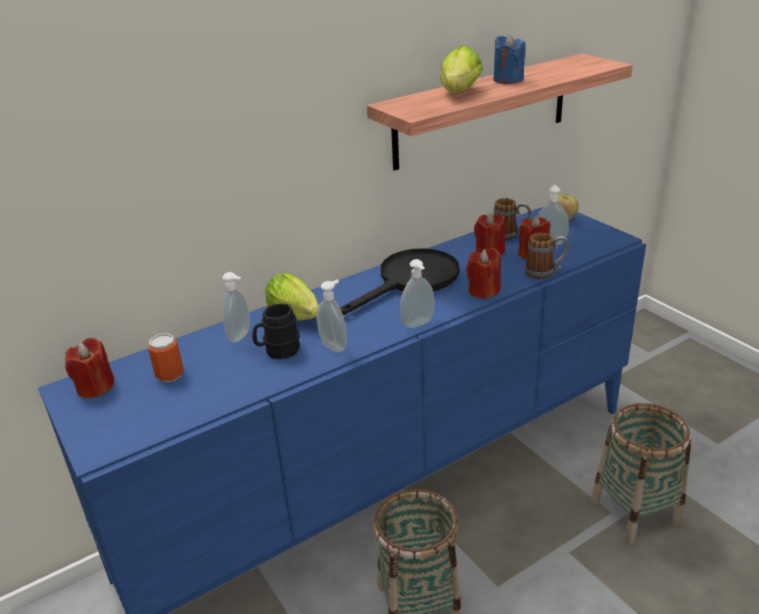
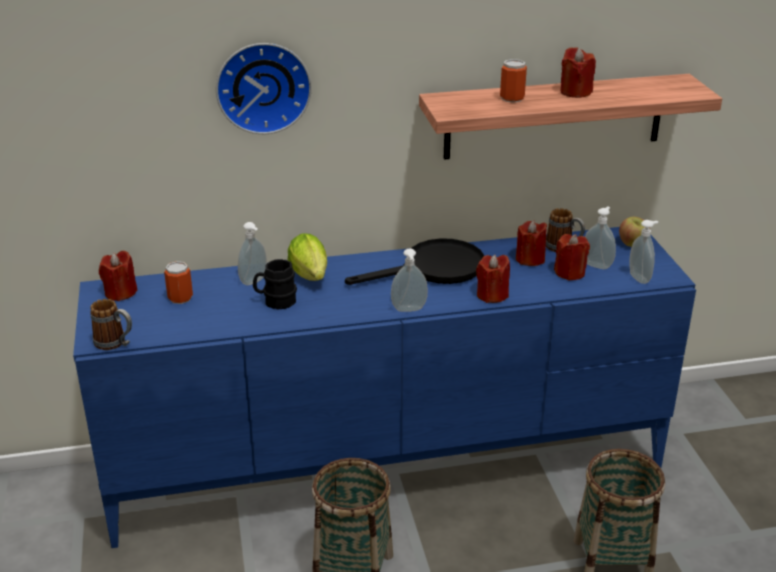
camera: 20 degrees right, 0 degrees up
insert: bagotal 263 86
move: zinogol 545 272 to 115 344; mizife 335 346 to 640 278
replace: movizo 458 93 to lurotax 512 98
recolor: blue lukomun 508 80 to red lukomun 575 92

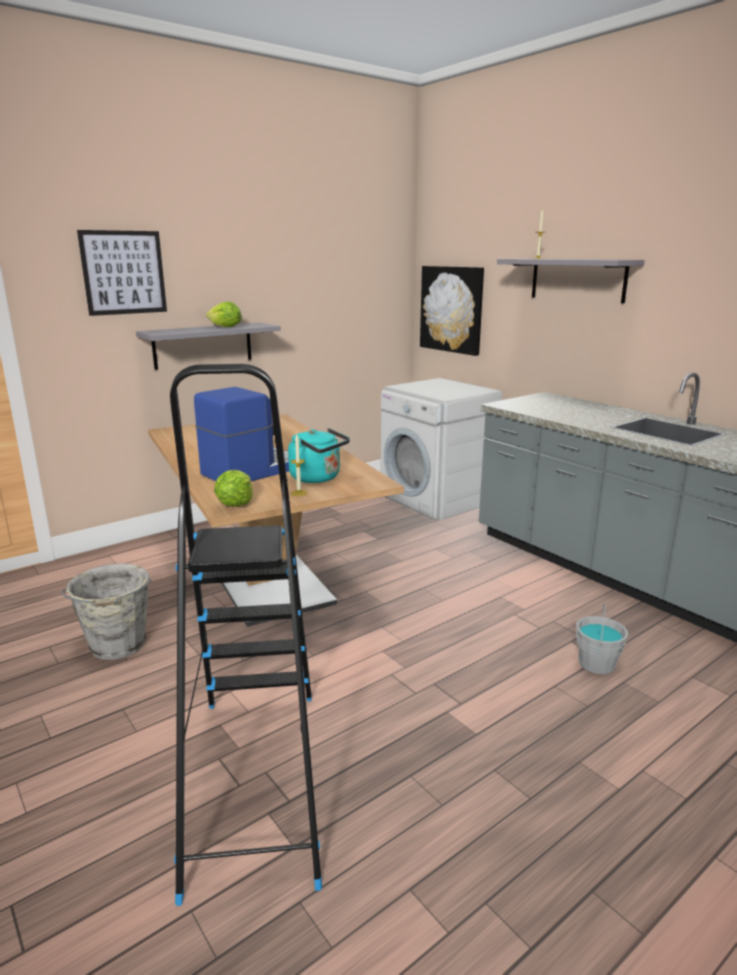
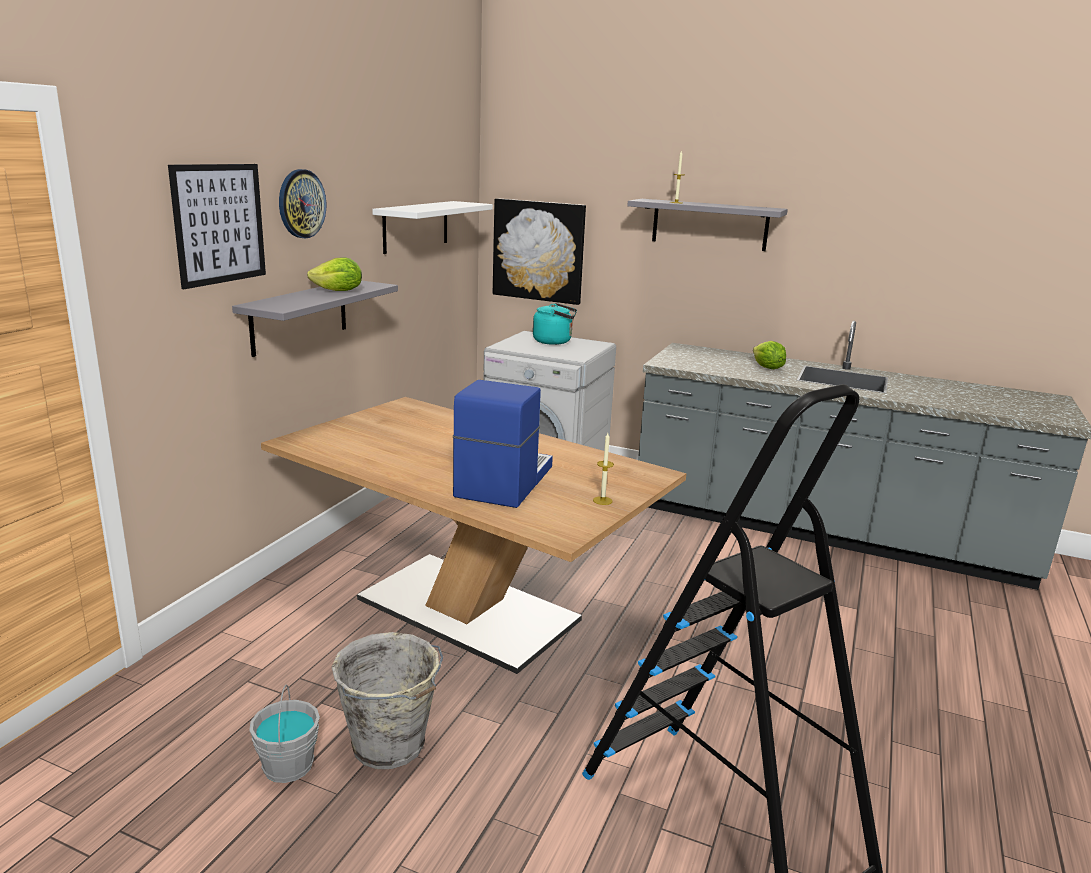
camera: 30 degrees left, 0 degrees up
insert: bagotal 301 204; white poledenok 416 226
move: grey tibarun 597 663 to 289 765; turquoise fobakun 318 478 to 555 341; movizo 236 504 to 767 368

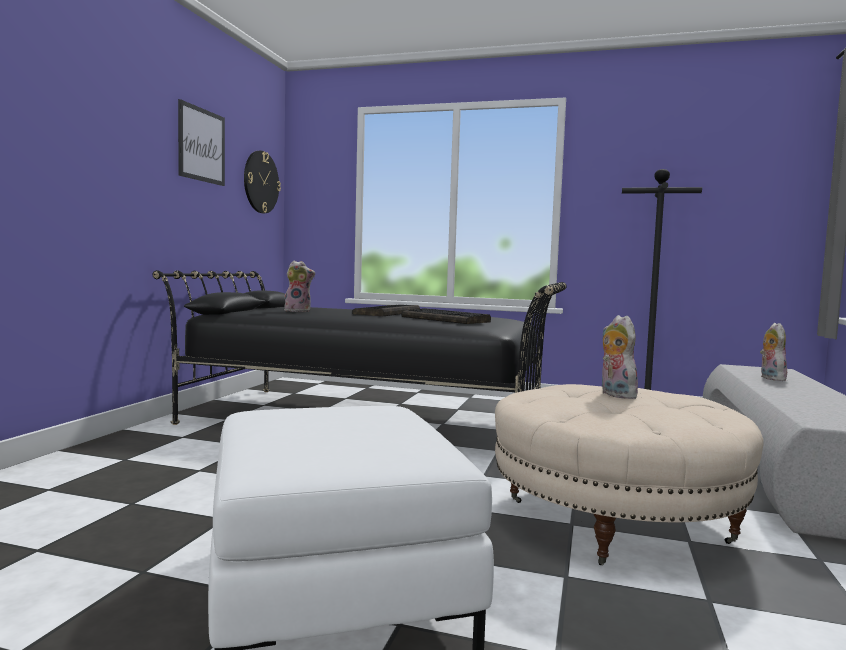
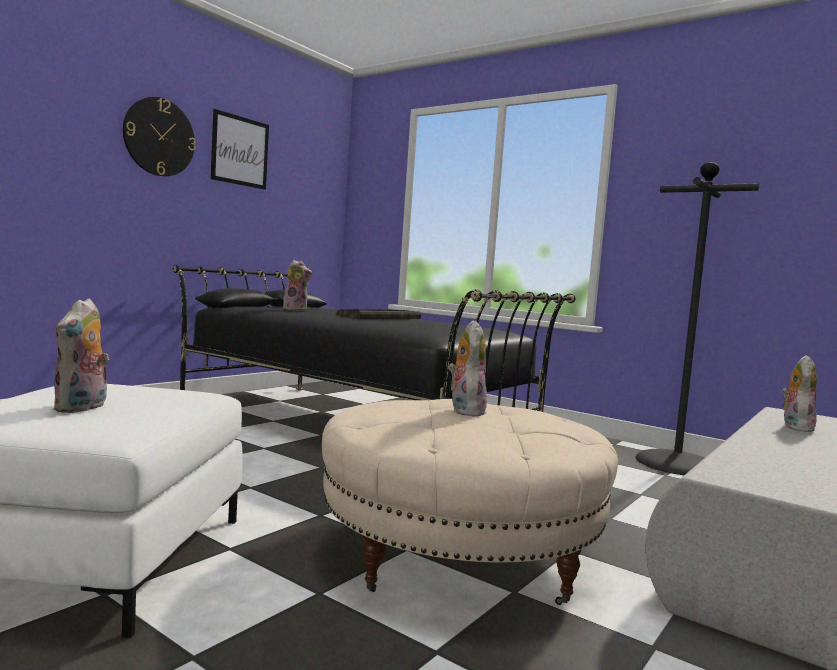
camera: 20 degrees right, 0 degrees up
delete: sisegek 446 319
insert: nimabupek 82 408
move: bagotal 261 182 to 159 137

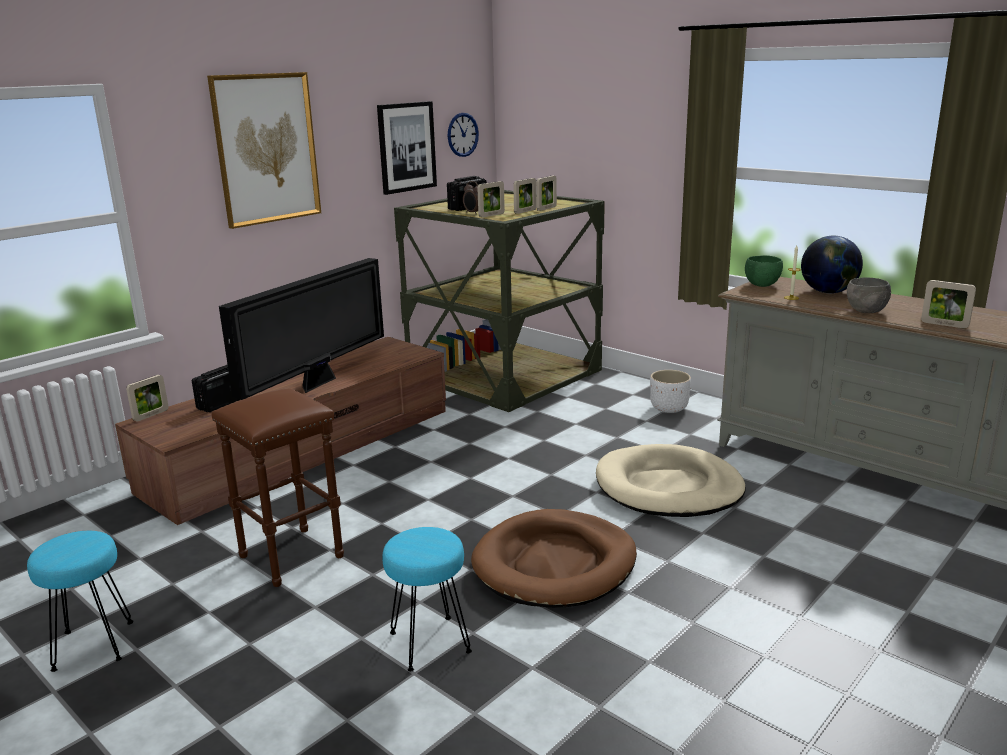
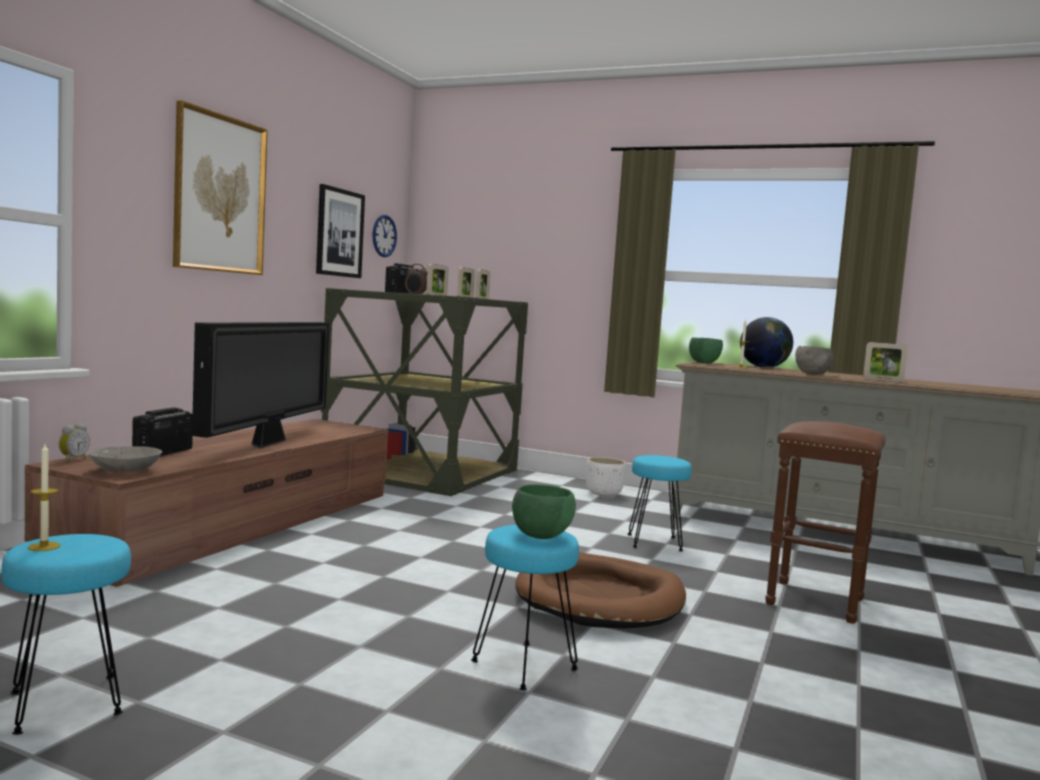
camera: 20 degrees left, 15 degrees down
insert: lukomun 44 546; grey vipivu 127 470; green vipivu 541 536
move: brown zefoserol 292 554 to 813 600
replace: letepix 151 415 to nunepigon 72 459; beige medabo 668 487 to turquoise zefoserol 655 543

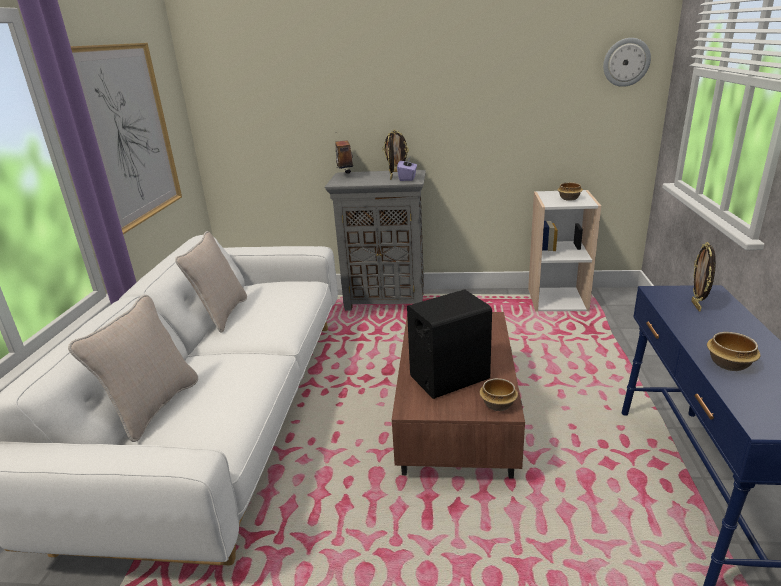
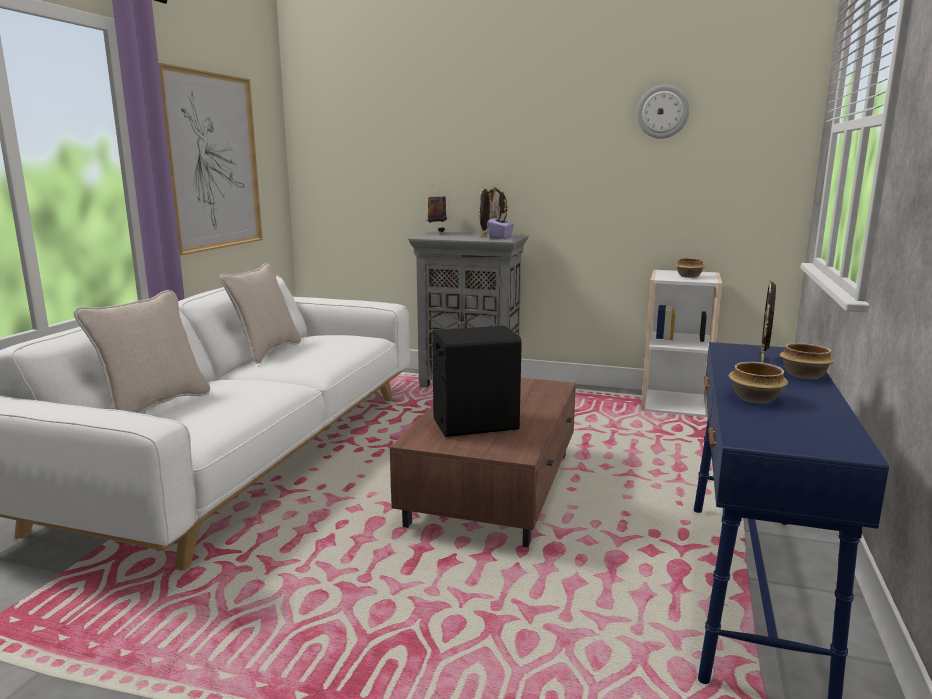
camera: 10 degrees right, 10 degrees down
move: bagotal 626 62 to 663 112; vipivu 497 405 to 803 375

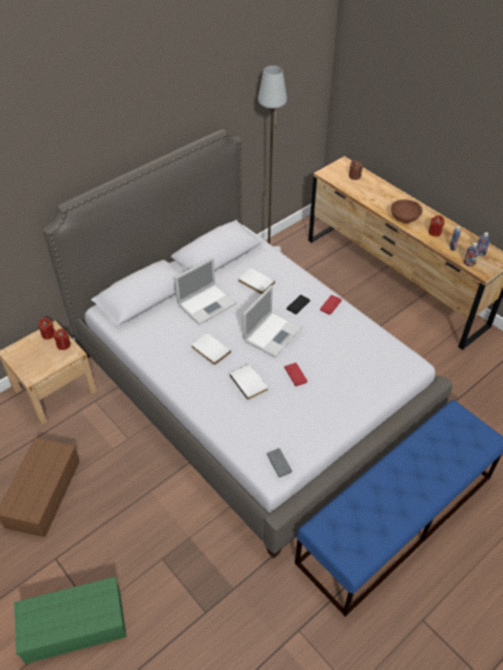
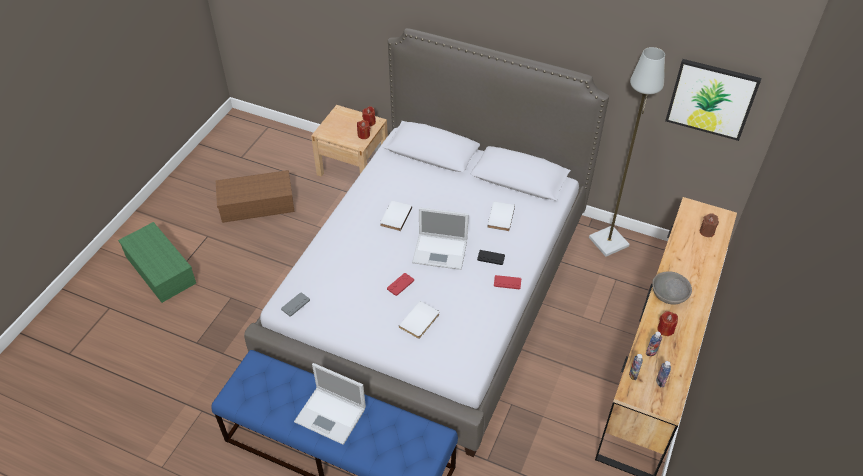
camera: 65 degrees right, 0 degrees up
insert: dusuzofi 711 99
move: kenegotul 207 303 to 331 415; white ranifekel 250 382 to 420 321
recolor: brown vipivu 404 218 to grey vipivu 669 295

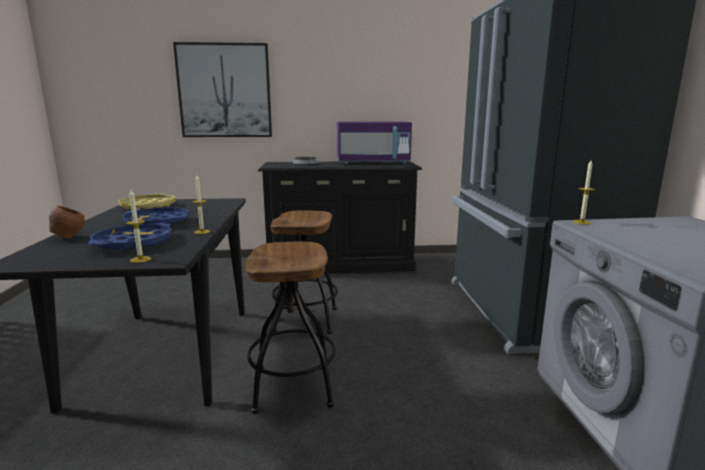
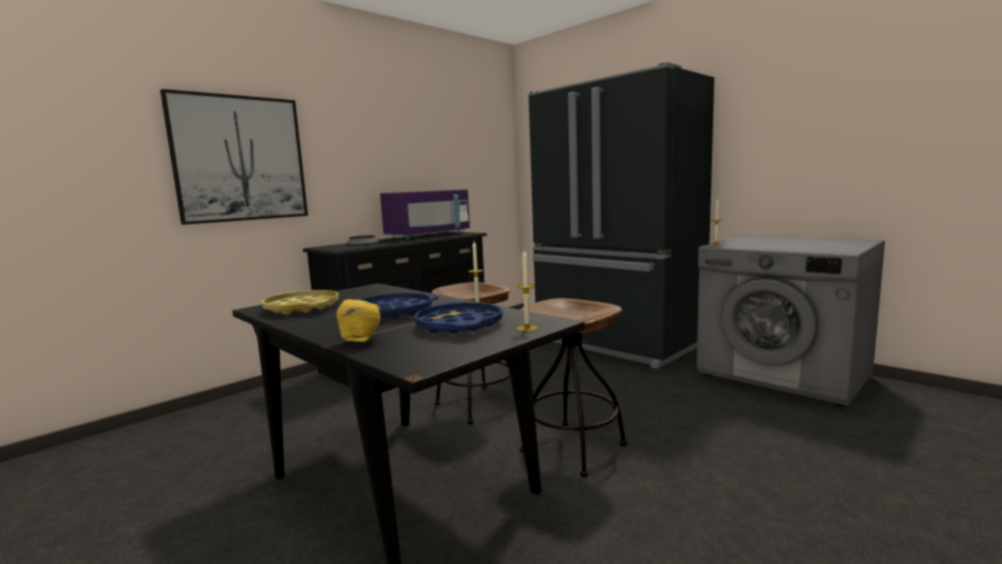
camera: 40 degrees left, 5 degrees down
recolor: brown vipivu 69 237 to yellow vipivu 360 341

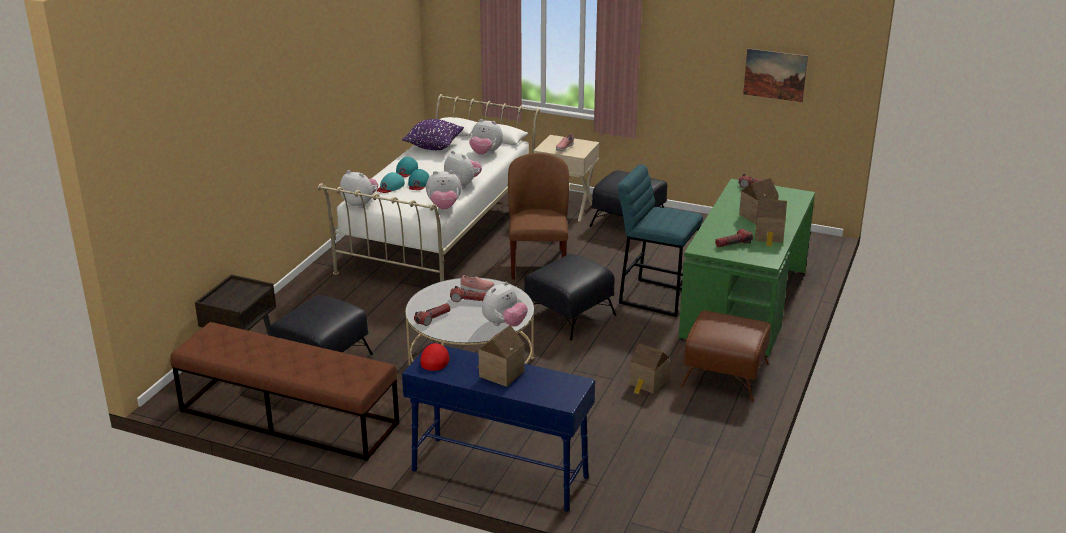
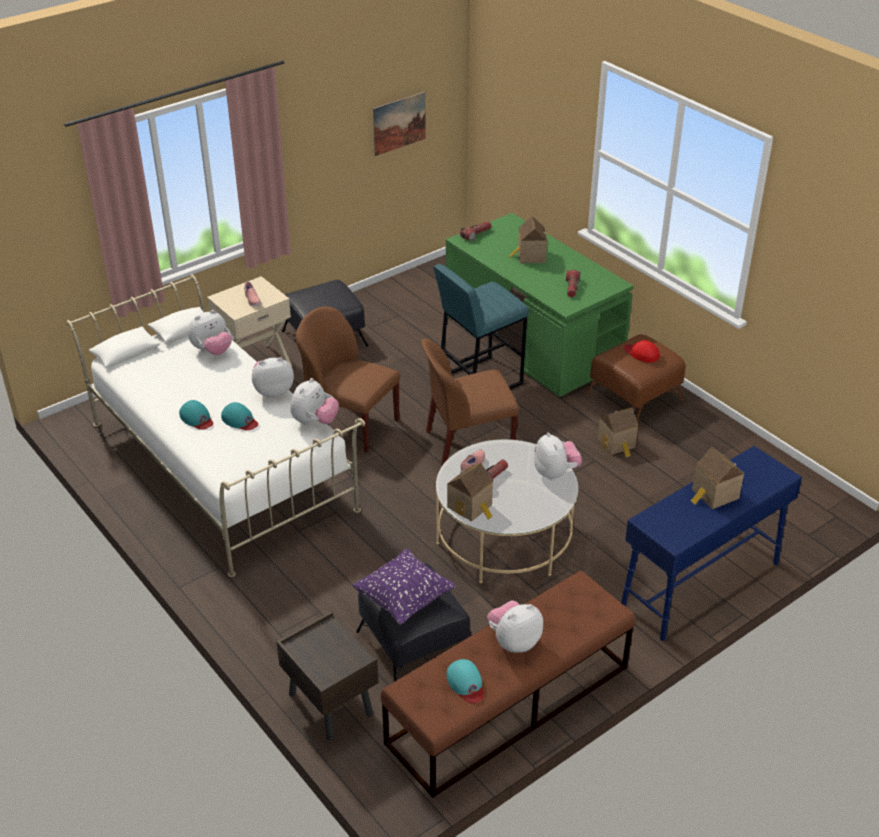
camera: 60 degrees left, 10 degrees up
delete: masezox 433 318
move: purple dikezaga 434 146 to 404 600; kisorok 769 236 to 471 507; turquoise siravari 390 186 to 466 683; nimabupek 360 203 to 514 641; red siravari 435 359 to 641 353
replace: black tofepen 569 315 to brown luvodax 467 443

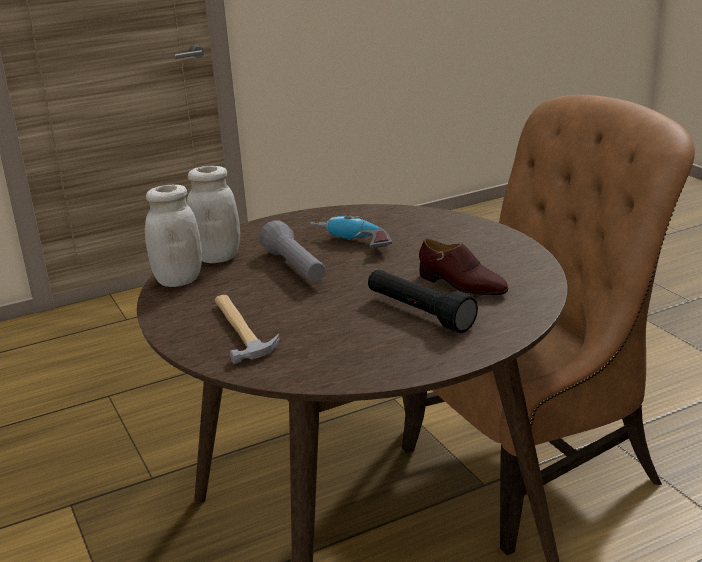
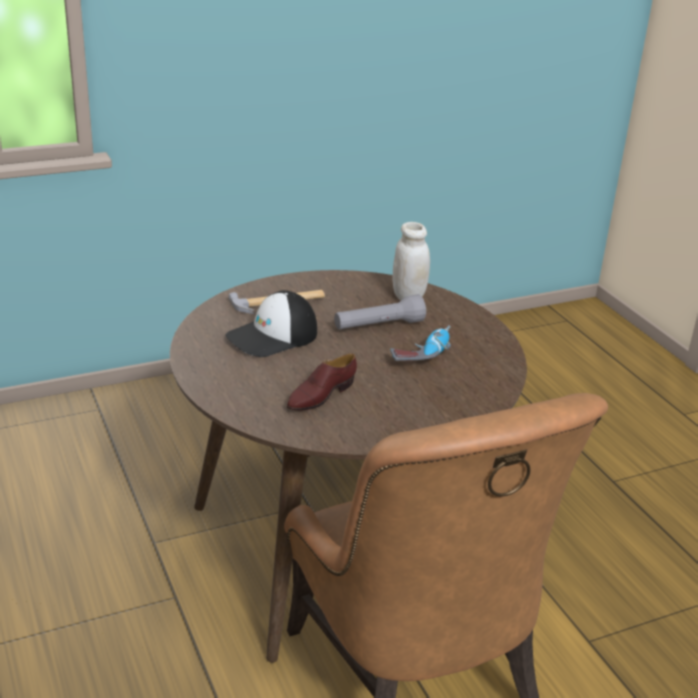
camera: 90 degrees right, 5 degrees up
delete: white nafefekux 179 280; black masezox 419 313
insert: siravari 272 336

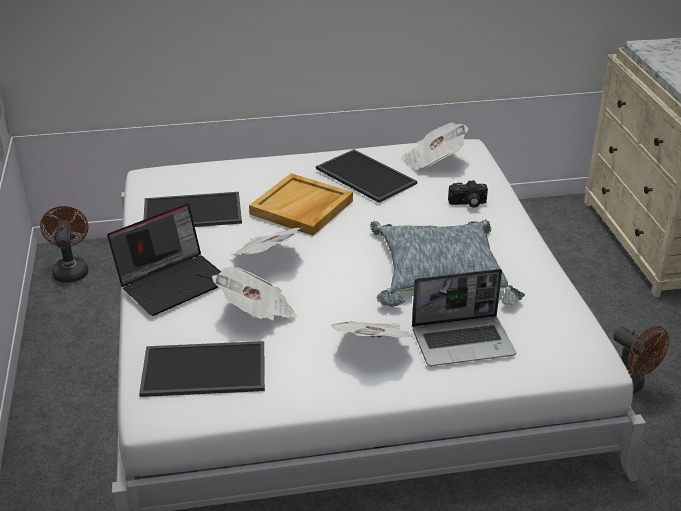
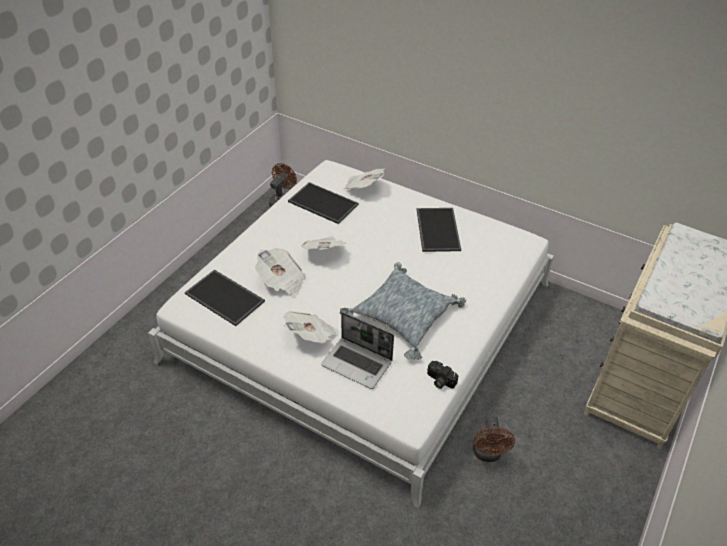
camera: 40 degrees right, 10 degrees up
delete: kenegotul 174 281; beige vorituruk 301 208
move: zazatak 433 161 to 363 187; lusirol 467 203 to 439 381

